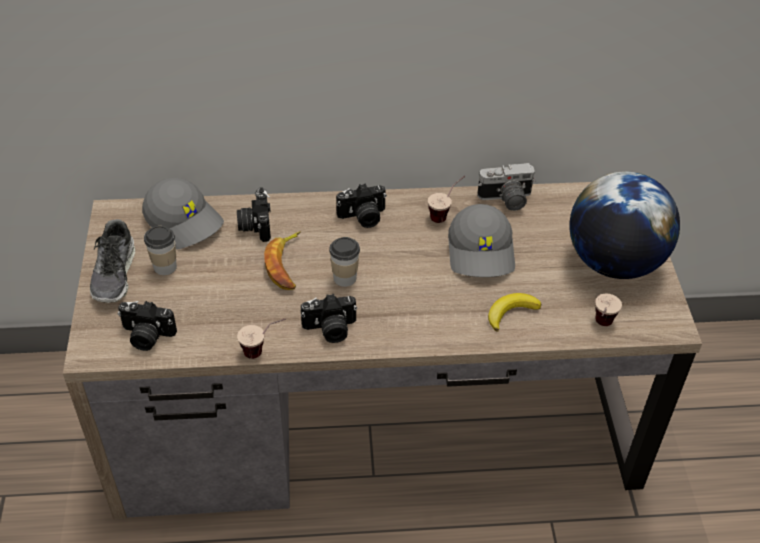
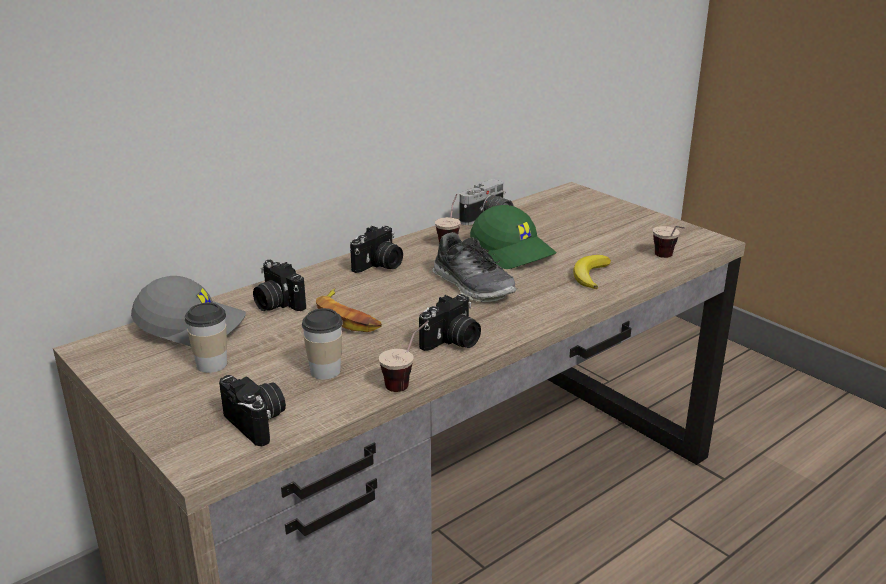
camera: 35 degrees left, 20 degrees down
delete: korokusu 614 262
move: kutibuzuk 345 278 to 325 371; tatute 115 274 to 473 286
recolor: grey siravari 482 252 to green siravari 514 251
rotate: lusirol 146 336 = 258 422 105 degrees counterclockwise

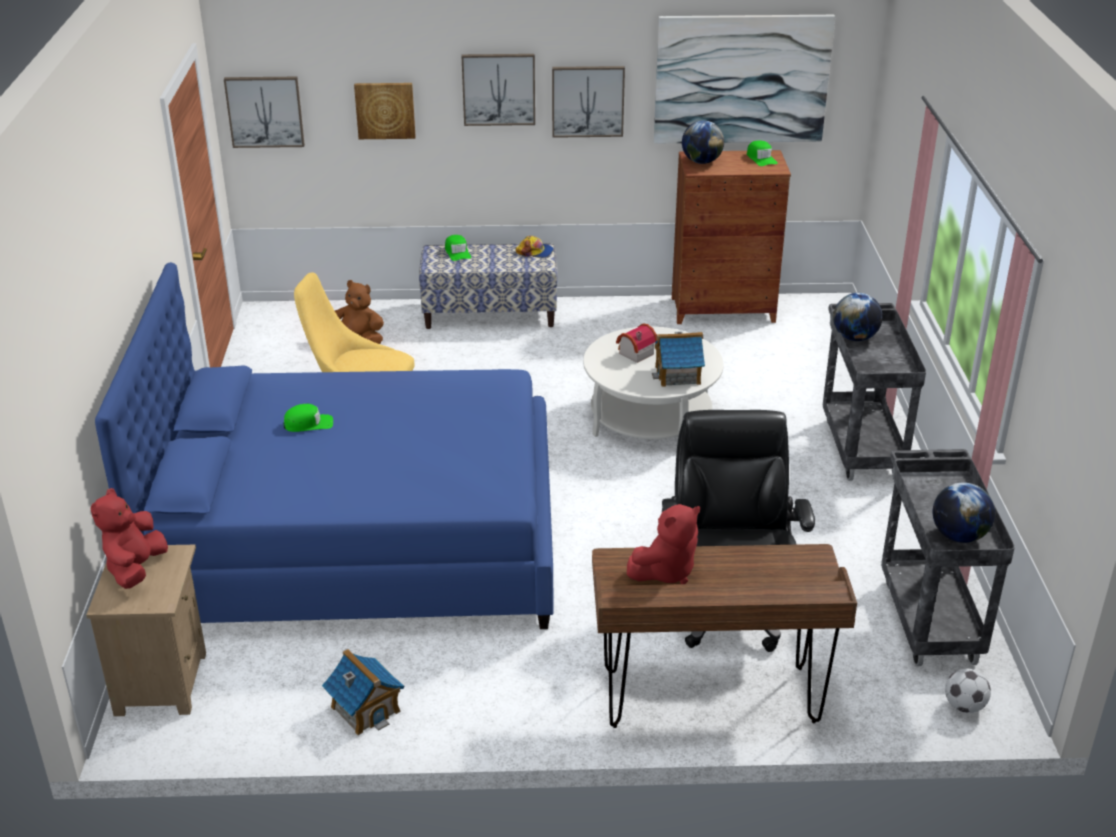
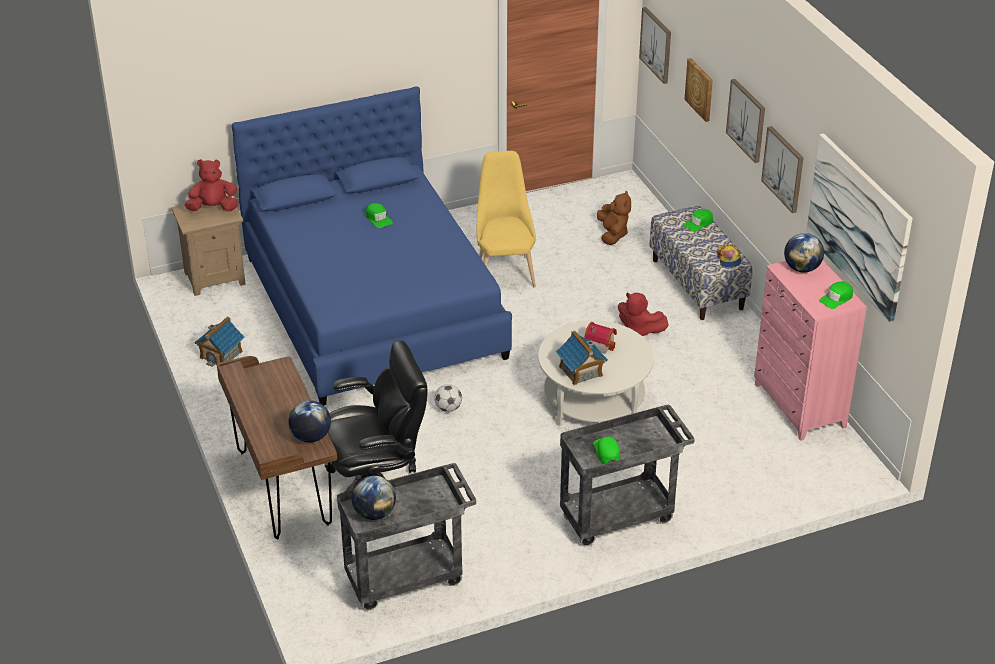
camera: 70 degrees right, 5 degrees up
insert: green siravari 606 452
move: korokusu 855 338 to 311 437; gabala 964 706 to 448 408; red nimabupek 666 571 to 639 330
recolor: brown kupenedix 724 311 to pink kupenedix 798 407

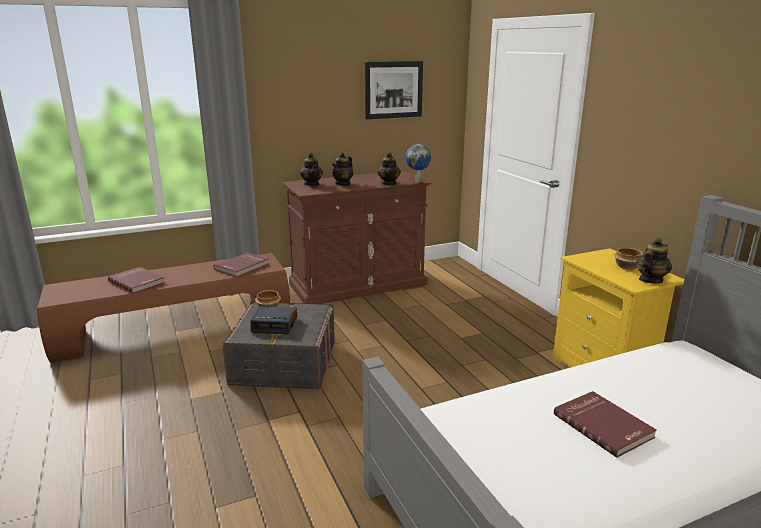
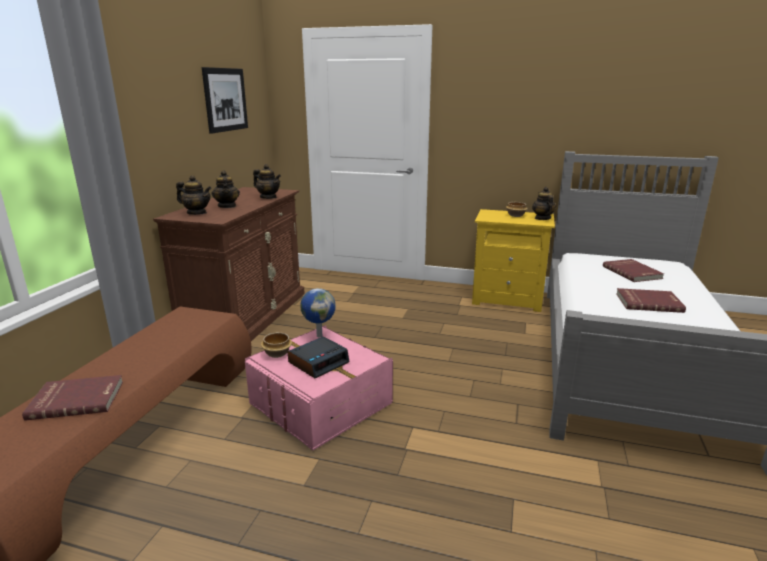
camera: 50 degrees left, 0 degrees up
move: korokusu 418 181 to 319 335; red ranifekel 242 266 to 632 272
recolor: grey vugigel 284 363 to pink vugigel 321 403

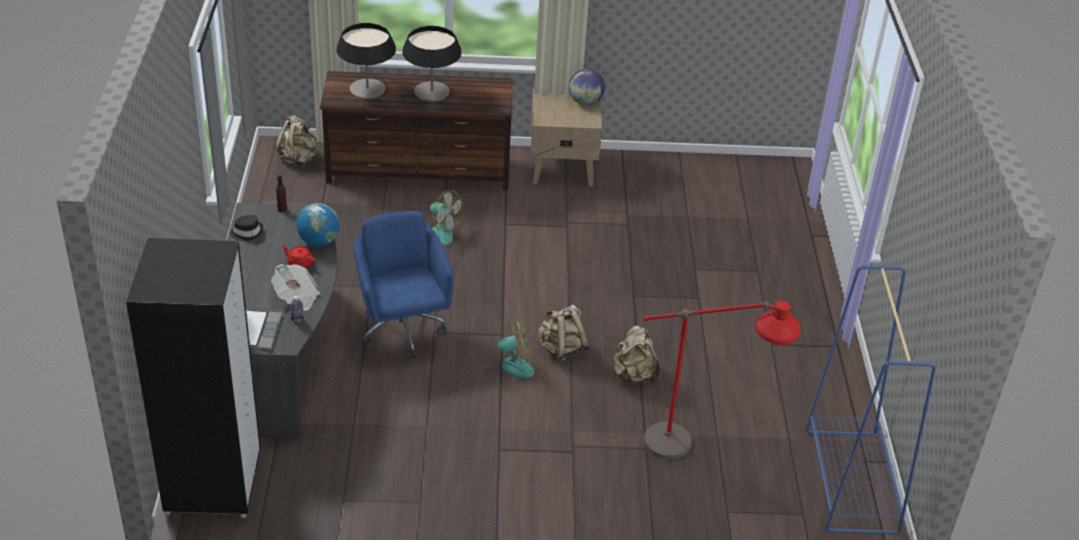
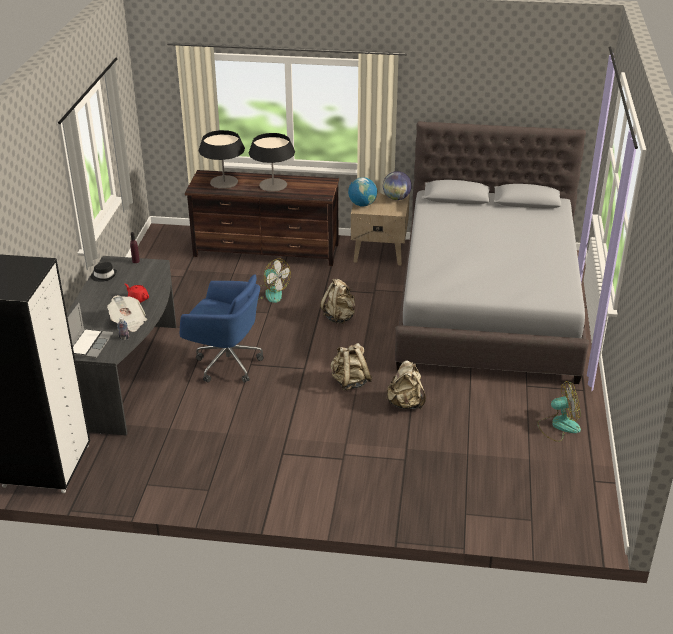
camera: 10 degrees right, 5 degrees down
delete: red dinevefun 699 454; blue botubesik 851 481
insert: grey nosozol 488 305
move: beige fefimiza 298 160 to 339 317; korokusu 319 241 to 362 204; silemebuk 509 369 to 558 425
rotate: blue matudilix 403 334 = 225 364 120 degrees clockwise

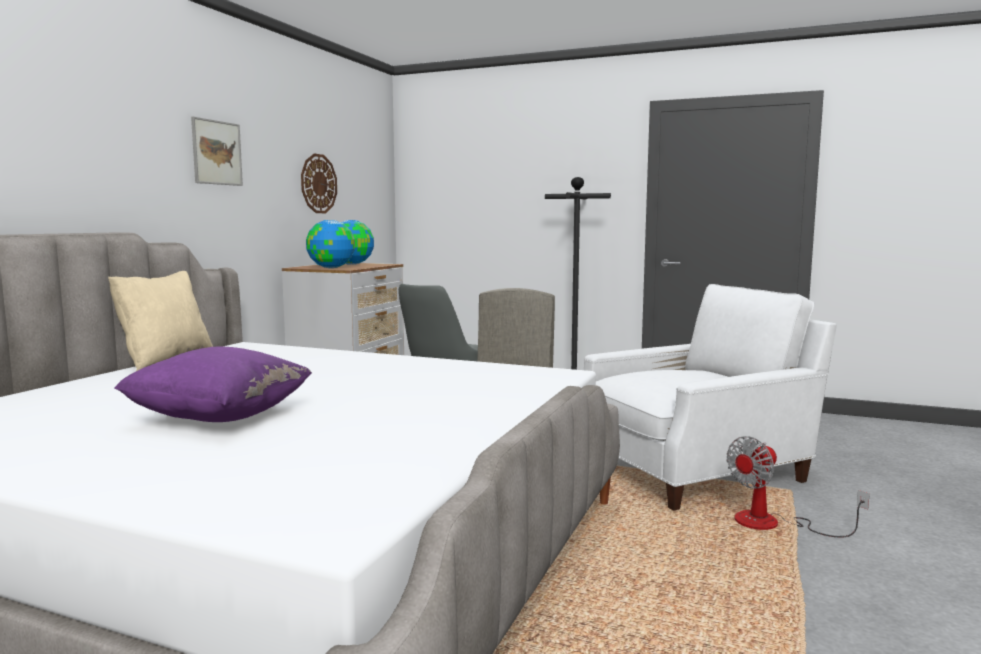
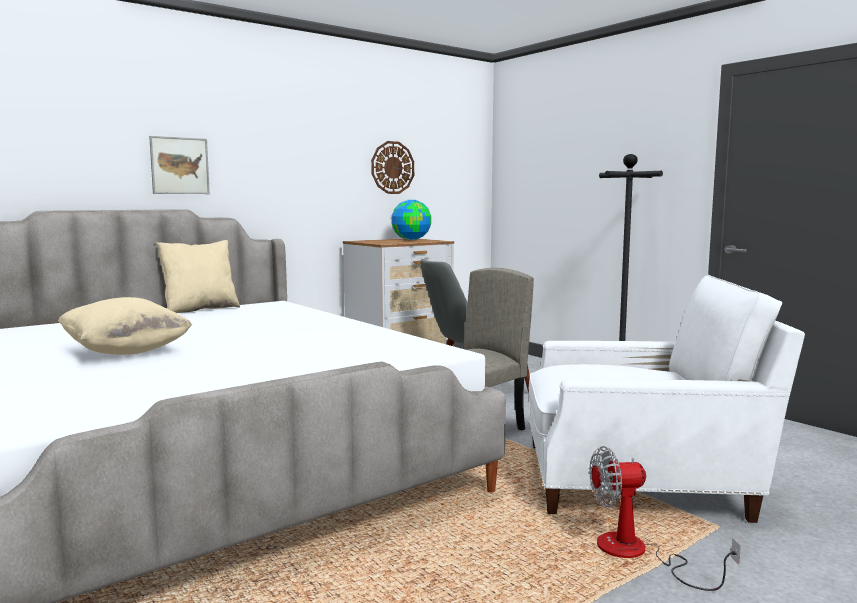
camera: 30 degrees right, 0 degrees up
delete: korokusu 331 267
move: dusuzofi 216 152 to 179 165
recolor: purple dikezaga 220 419 to beige dikezaga 125 352

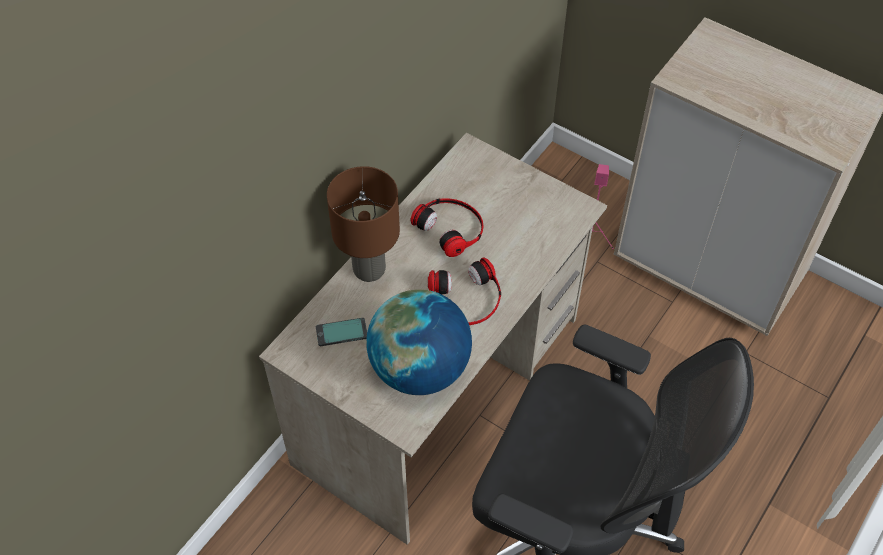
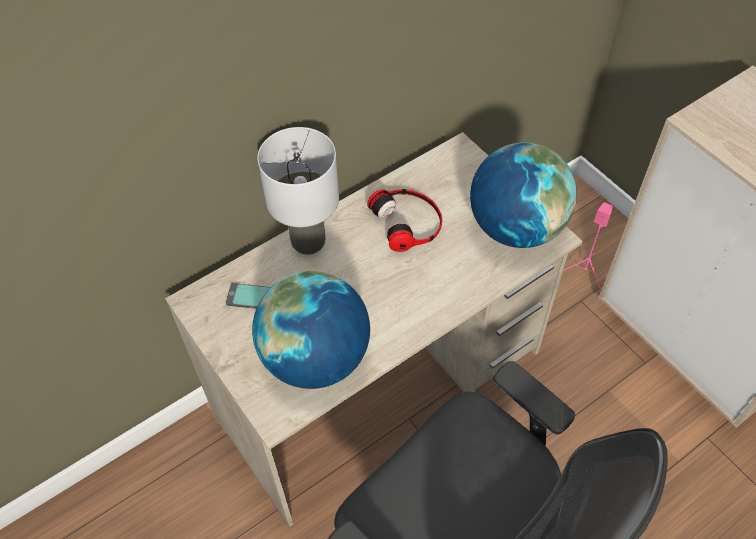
camera: 20 degrees right, 0 degrees up
delete: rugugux 466 298
insert: korokusu 516 227
recolor: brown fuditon 370 269 to white fuditon 310 242

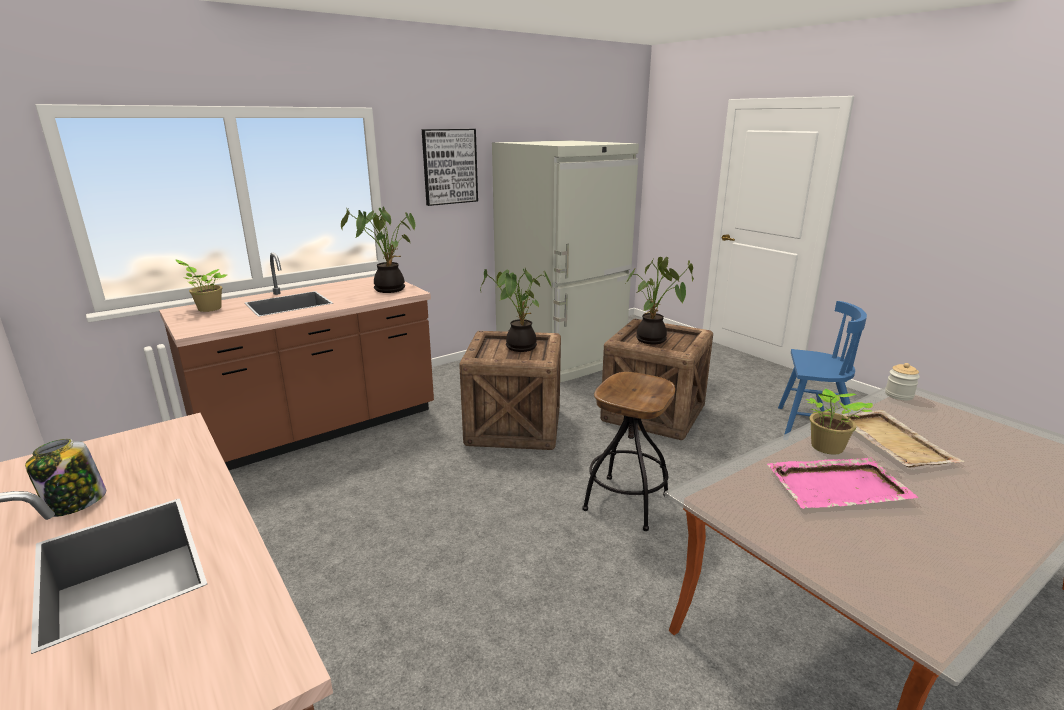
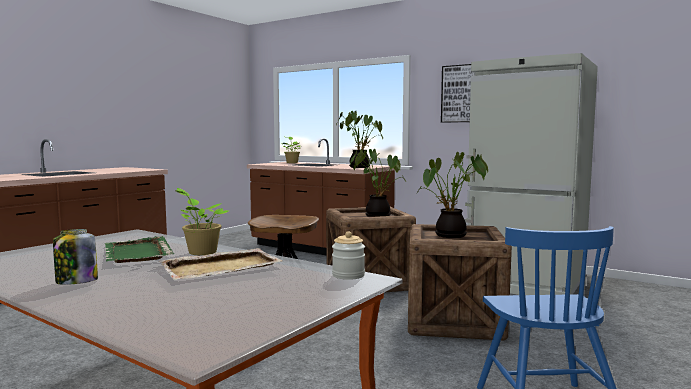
camera: 70 degrees right, 15 degrees down
move: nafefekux 76 503 to 76 282
recolor: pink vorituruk 839 486 to green vorituruk 137 253

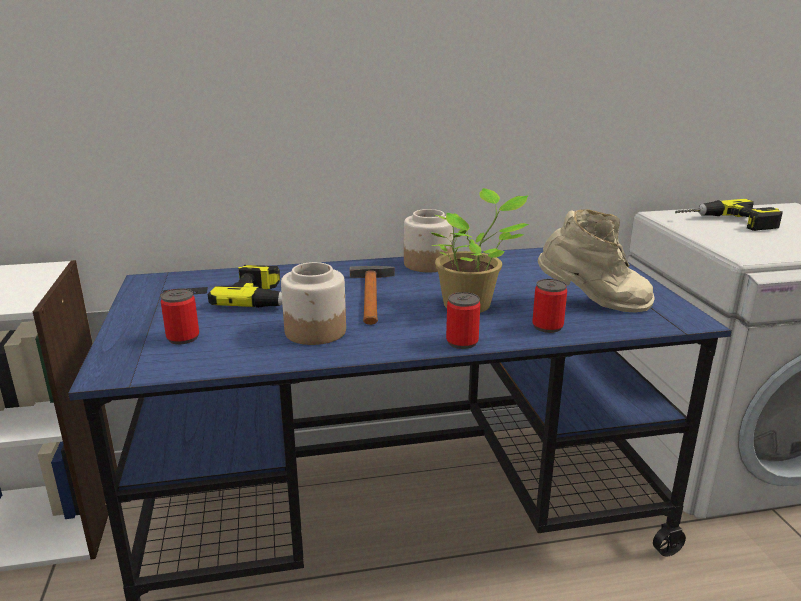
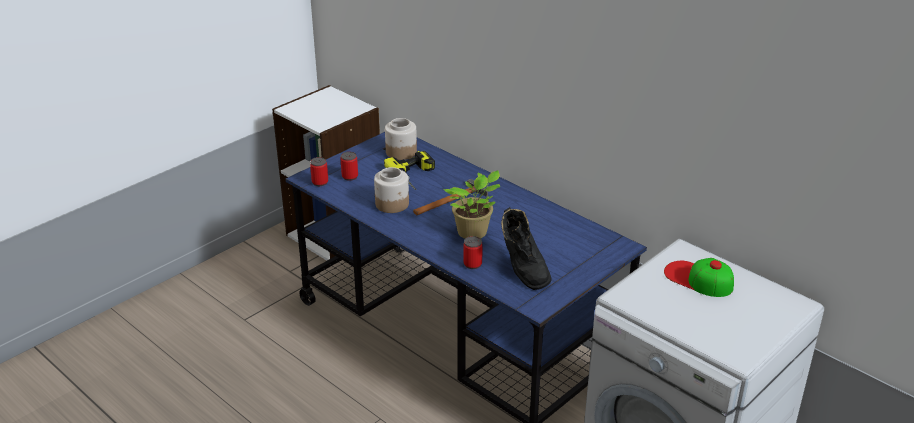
camera: 55 degrees right, 10 degrees up
move: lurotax 462 342 to 320 182; nafefekux 427 264 to 400 152
replace: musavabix 727 223 to siravari 698 279
recolor: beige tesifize 593 304 to black tesifize 523 270

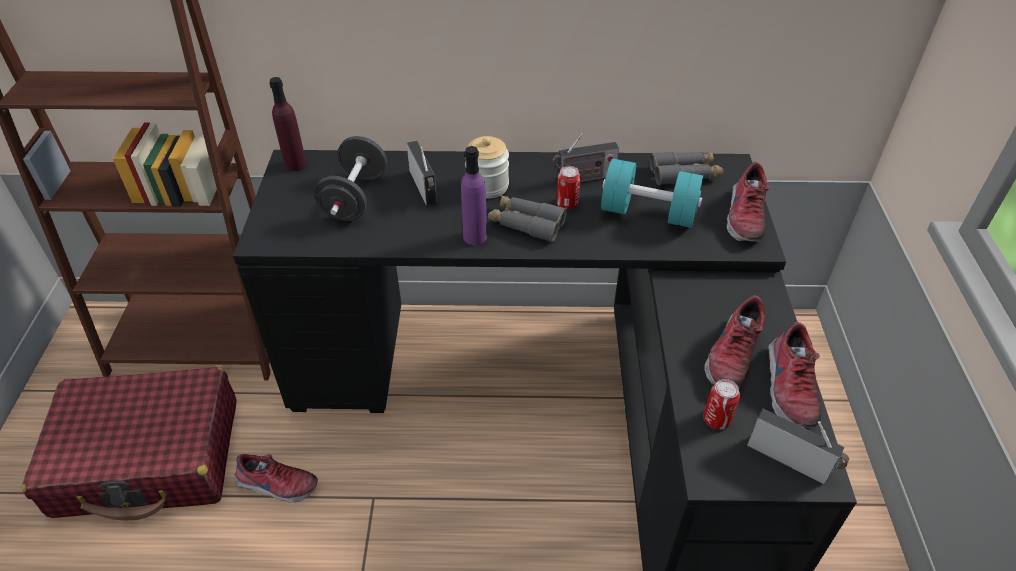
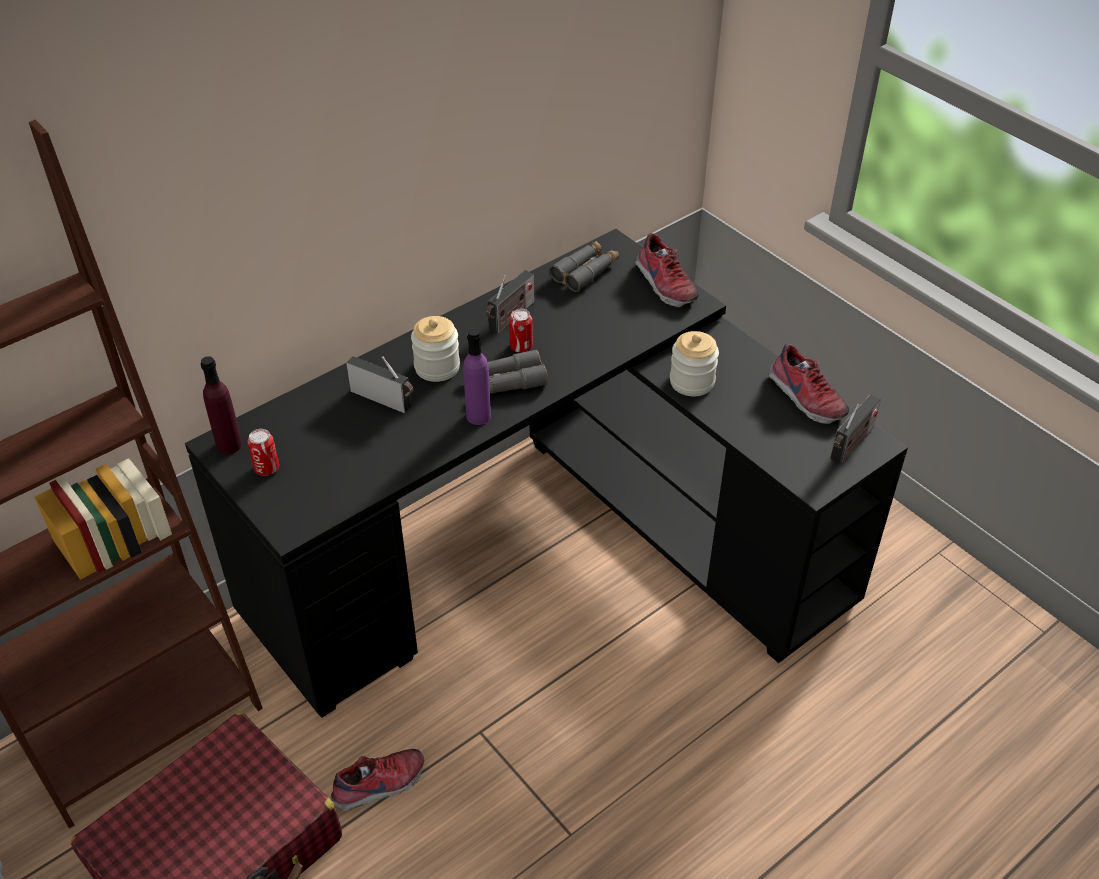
camera: 40 degrees left, 0 degrees up
delete: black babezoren 355 198; turquoise babezoren 648 213; tatute 731 354
insert: nafefekux 692 382
move: lurotax 716 419 to 266 468
rotate: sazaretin 792 460 = 851 445 135 degrees clockwise

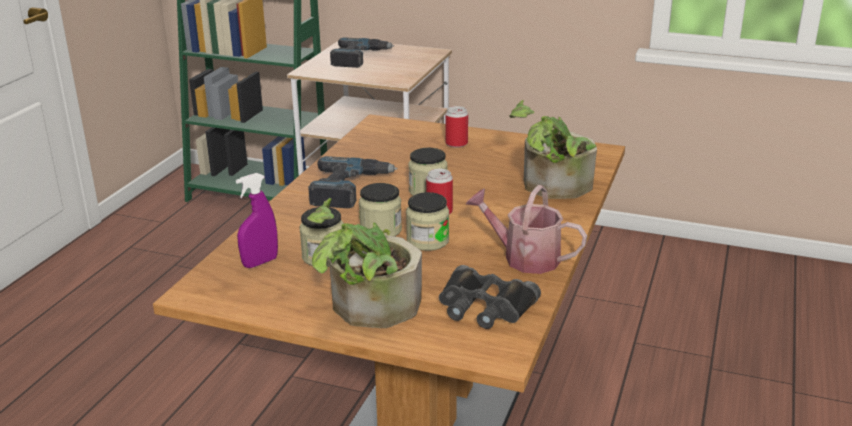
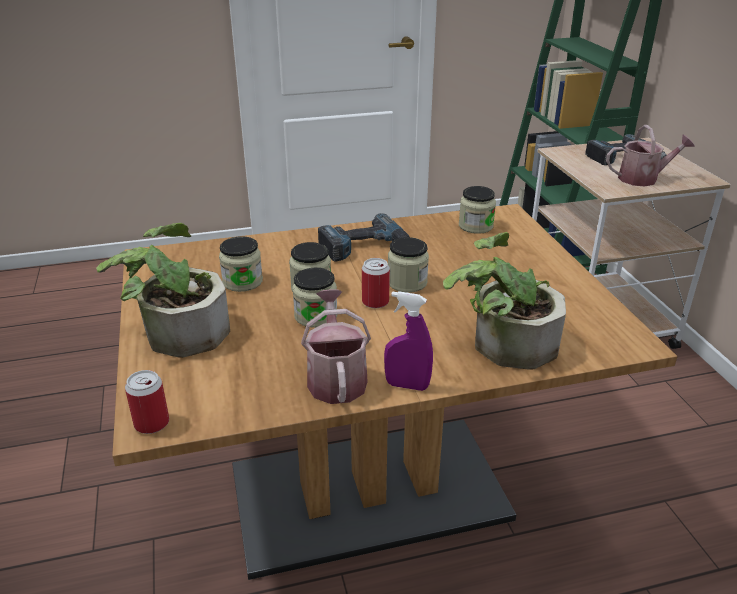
camera: 55 degrees right, 5 degrees up
delete: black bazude 484 307
insert: nafefekux 475 226; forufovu 643 178
move: lurotax 456 144 to 152 423; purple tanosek 260 262 to 407 385

